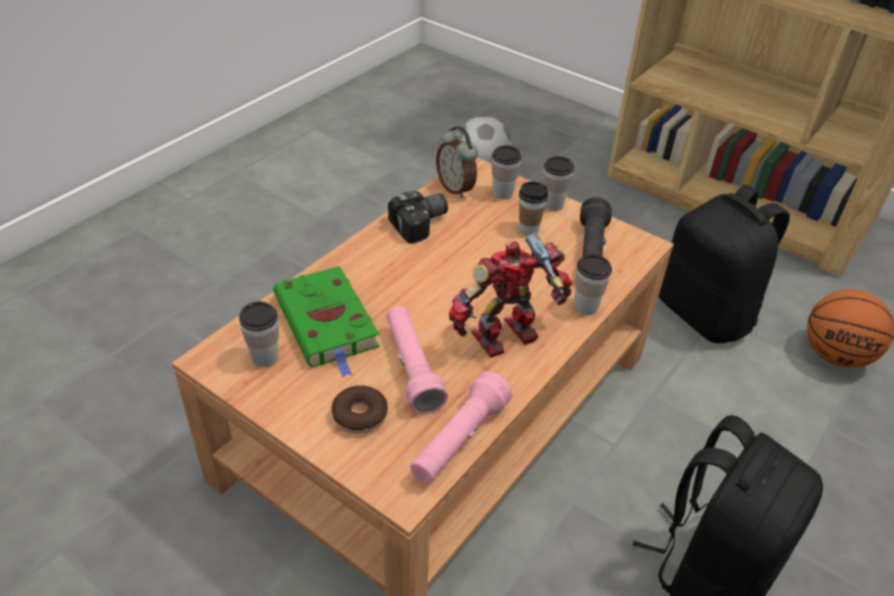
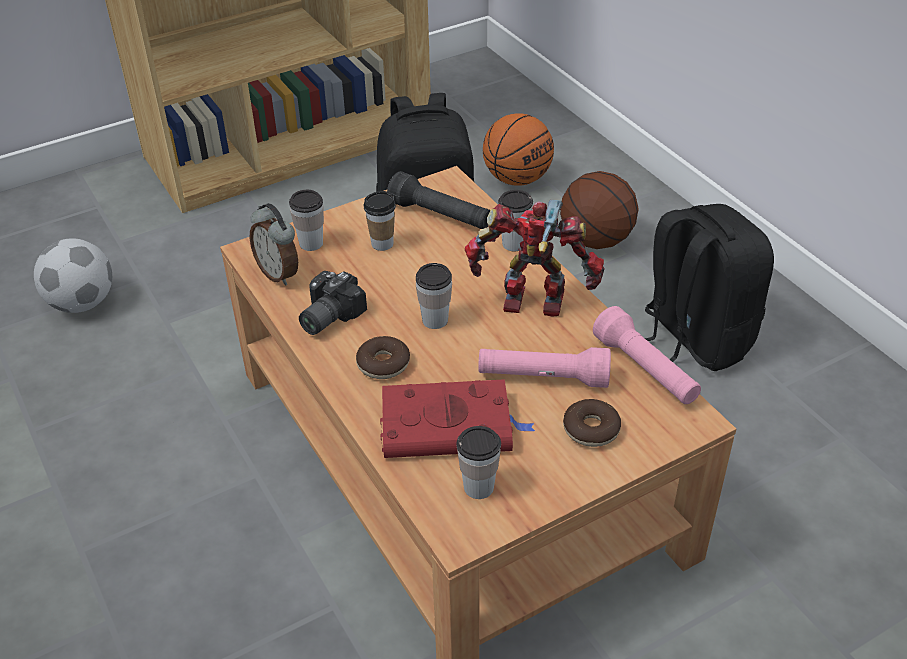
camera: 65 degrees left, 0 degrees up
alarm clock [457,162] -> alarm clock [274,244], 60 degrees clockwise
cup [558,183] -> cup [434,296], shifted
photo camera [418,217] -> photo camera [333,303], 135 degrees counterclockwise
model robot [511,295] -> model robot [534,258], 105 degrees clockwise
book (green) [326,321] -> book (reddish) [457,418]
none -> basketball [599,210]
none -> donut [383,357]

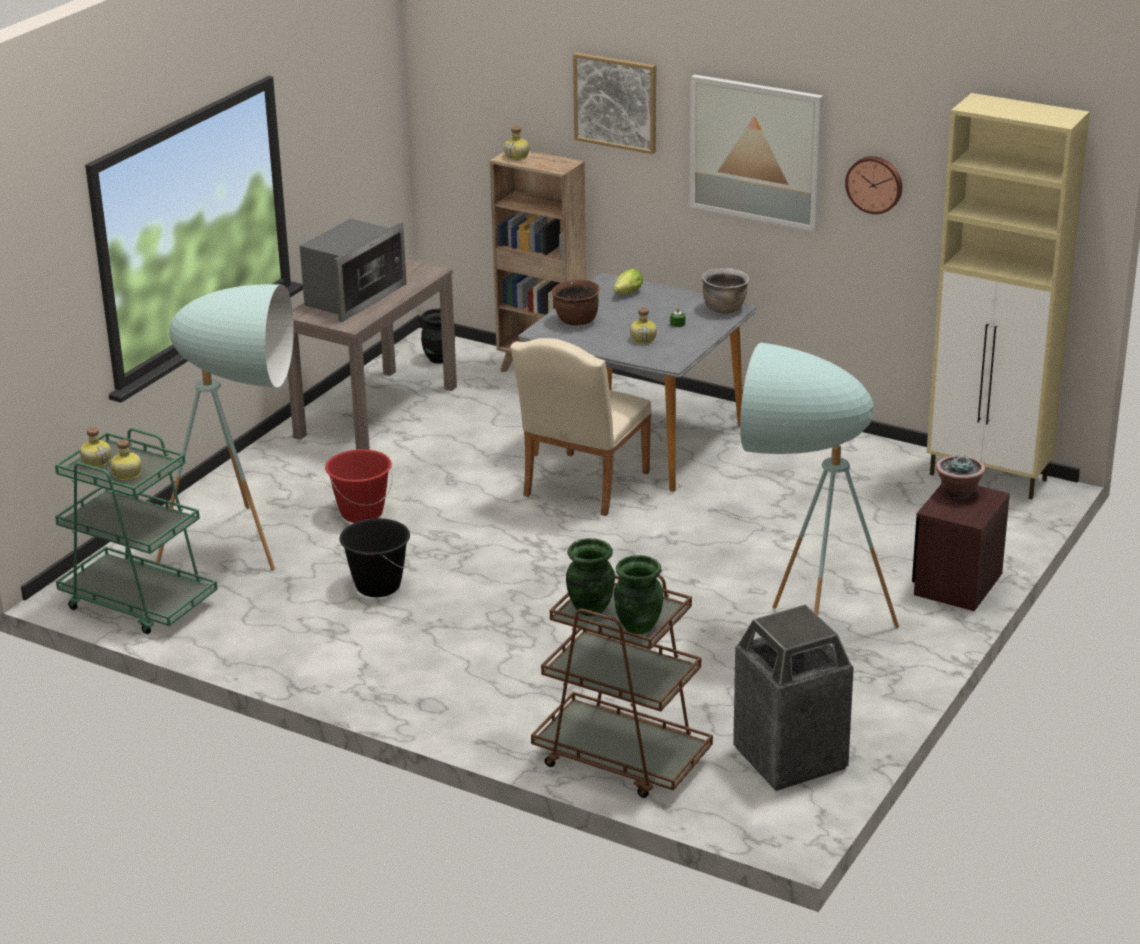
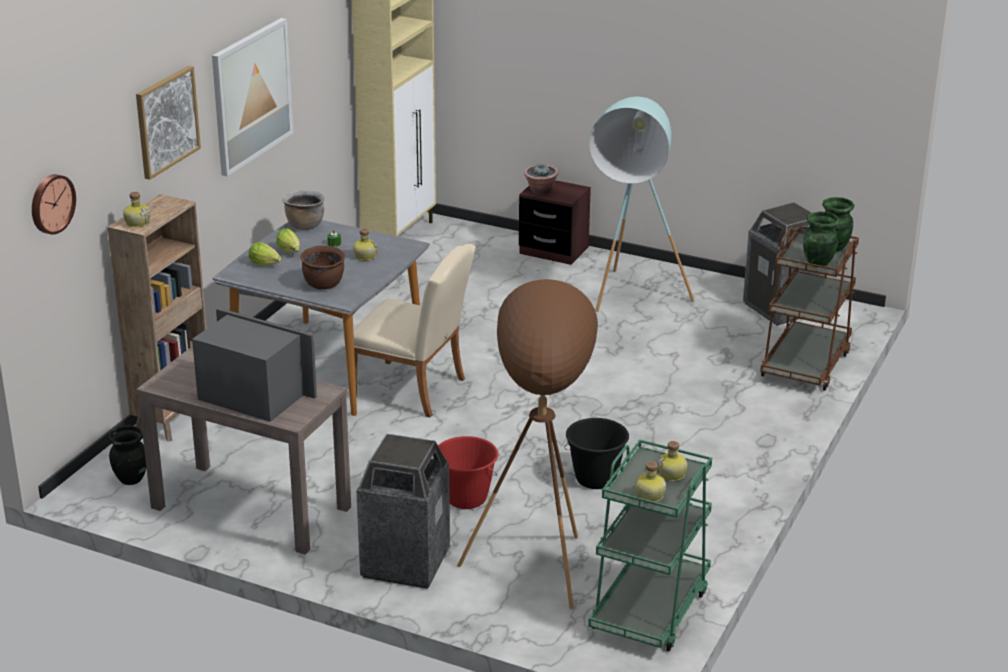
camera: 95 degrees left, 0 degrees up
wall clock [873,185] -> wall clock [54,204], shifted
floor lamp (blue-green) [225,427] -> floor lamp (brown) [527,444]
none -> lettuce [288,240]
none -> trash can [403,511]

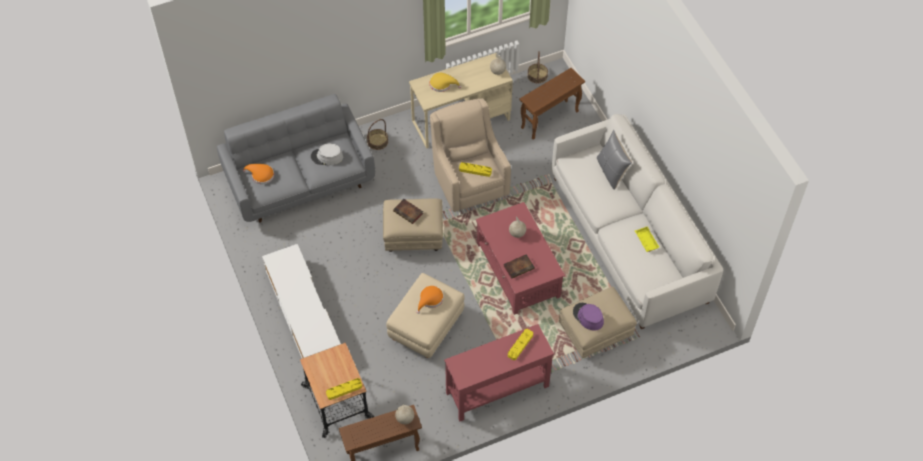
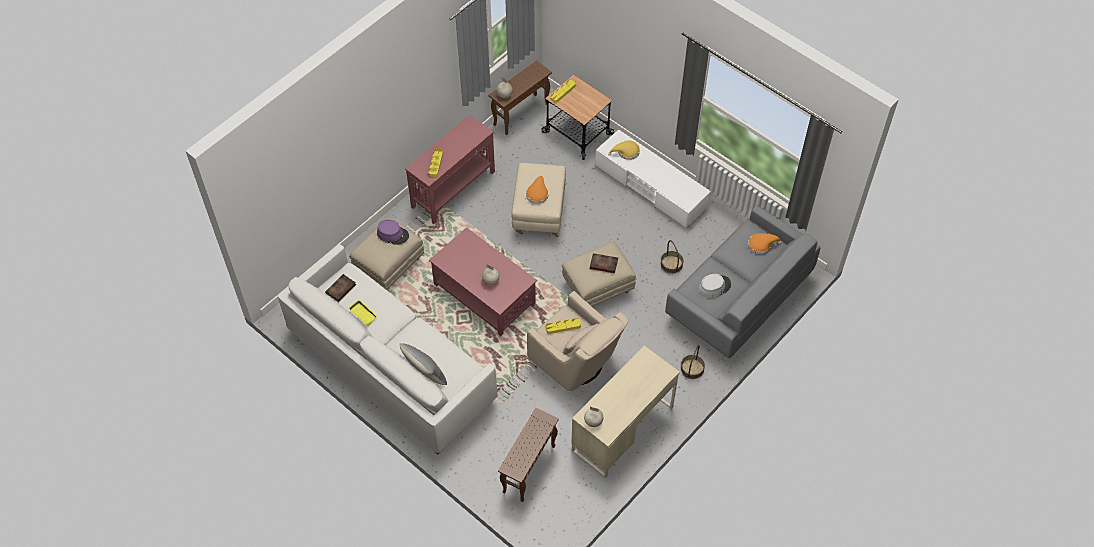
camera: 155 degrees right, 0 degrees up
household basket [537,67] -> household basket [672,257], shifted
clothing hat (yellowish) [445,82] -> clothing hat (yellowish) [624,150], shifted
book [519,267] -> book [340,288], shifted

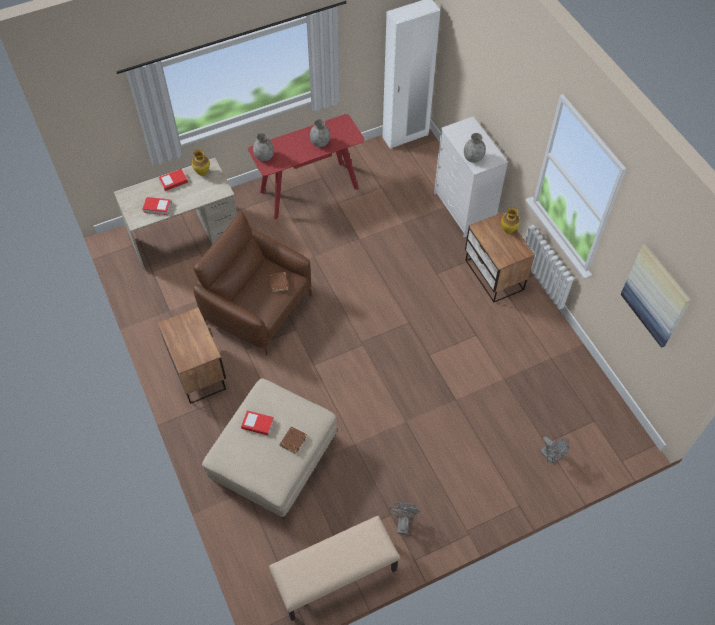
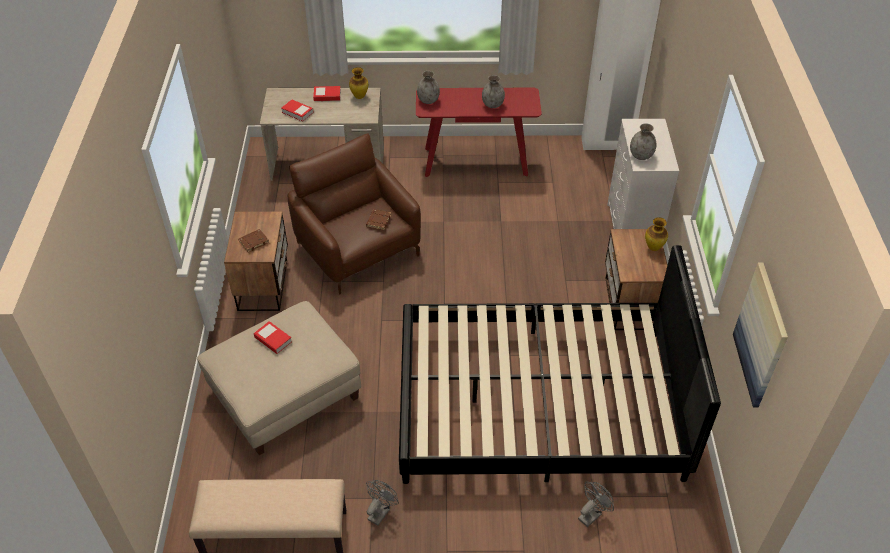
camera: 25 degrees right, 10 degrees down
book (brown) [293,440] -> book (brown) [253,240], shifted
fan (grey) [554,450] -> fan (grey) [596,504], 120 degrees counterclockwise
none -> bedroom bed (black) [560,364]

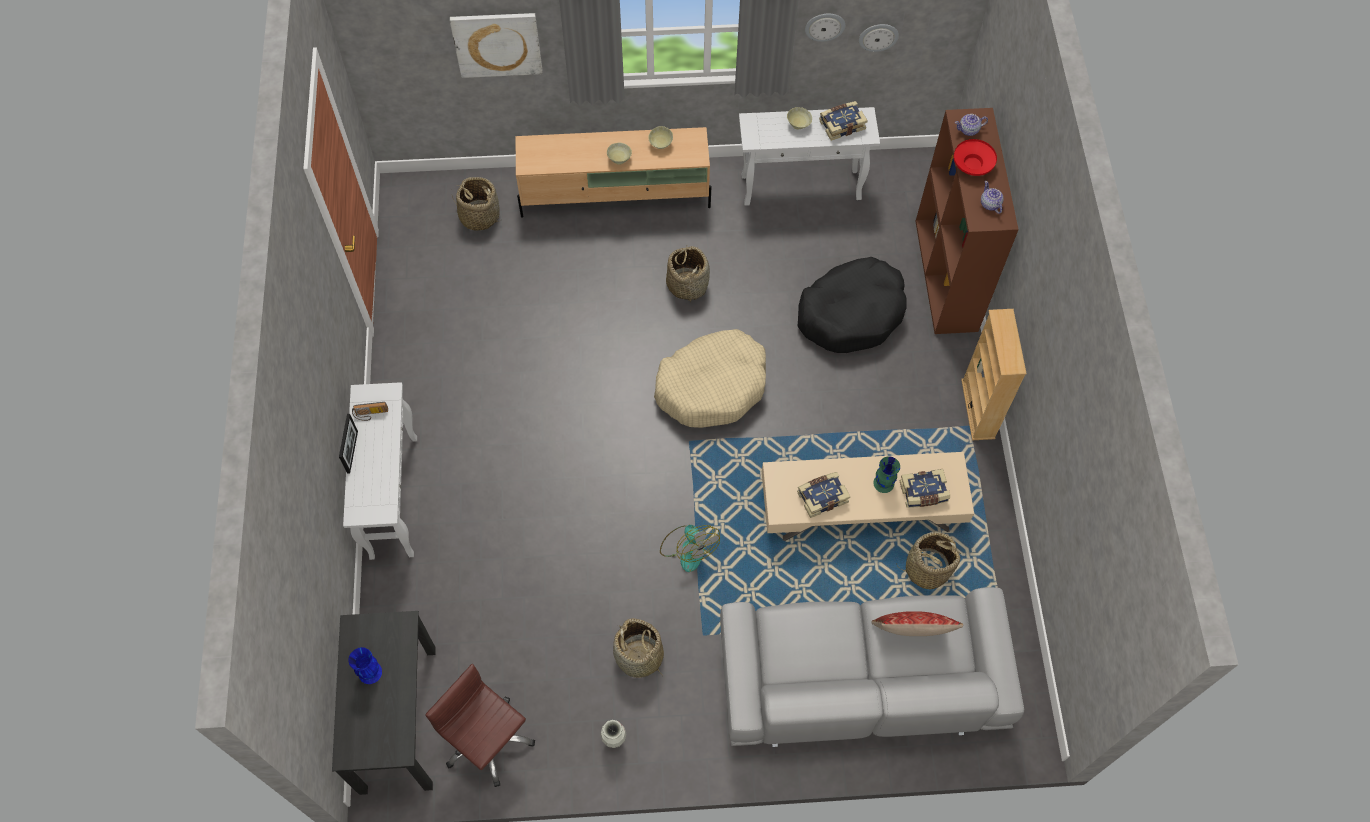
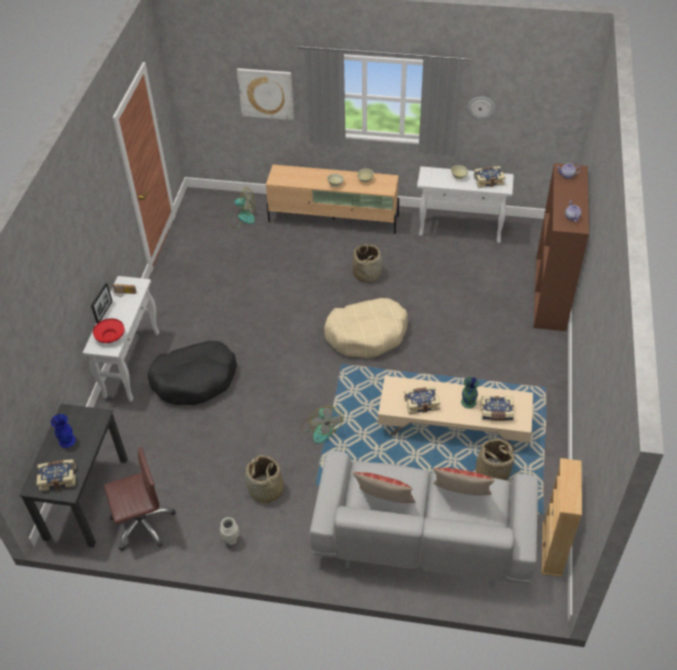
camera: 15 degrees right, 15 degrees down
wall clock [879,38] -> none
deep dish (reddish) [975,157] -> deep dish (reddish) [109,330], shifted
household basket [475,204] -> fan [241,207]
dog bed (black) [852,305] -> dog bed (black) [192,373], shifted
bookcase (beige) [994,374] -> bookcase (beige) [561,517], shifted
desk chair (brown) [480,725] -> desk chair (brown) [140,499], 105 degrees clockwise
none -> book [56,475]
none -> pillow [384,487]

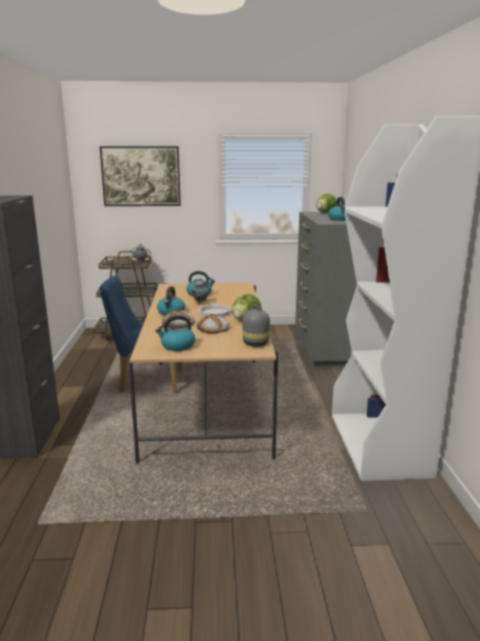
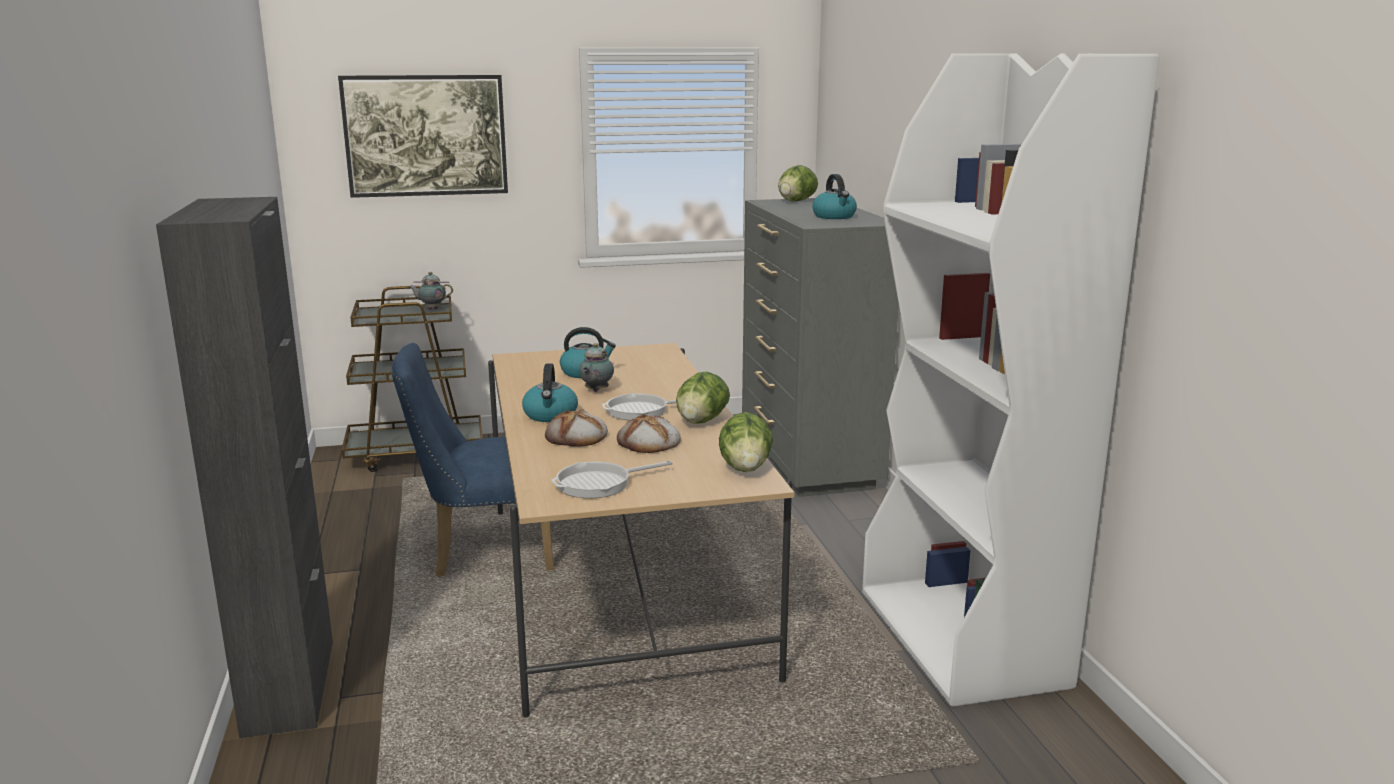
camera: 10 degrees left, 0 degrees up
vase (grey) [256,326] -> lettuce [746,442]
kettle [175,333] -> skillet [612,479]

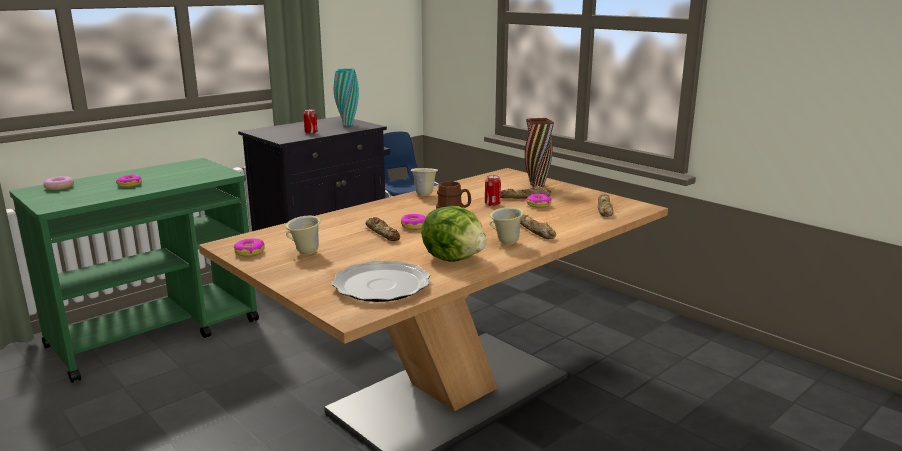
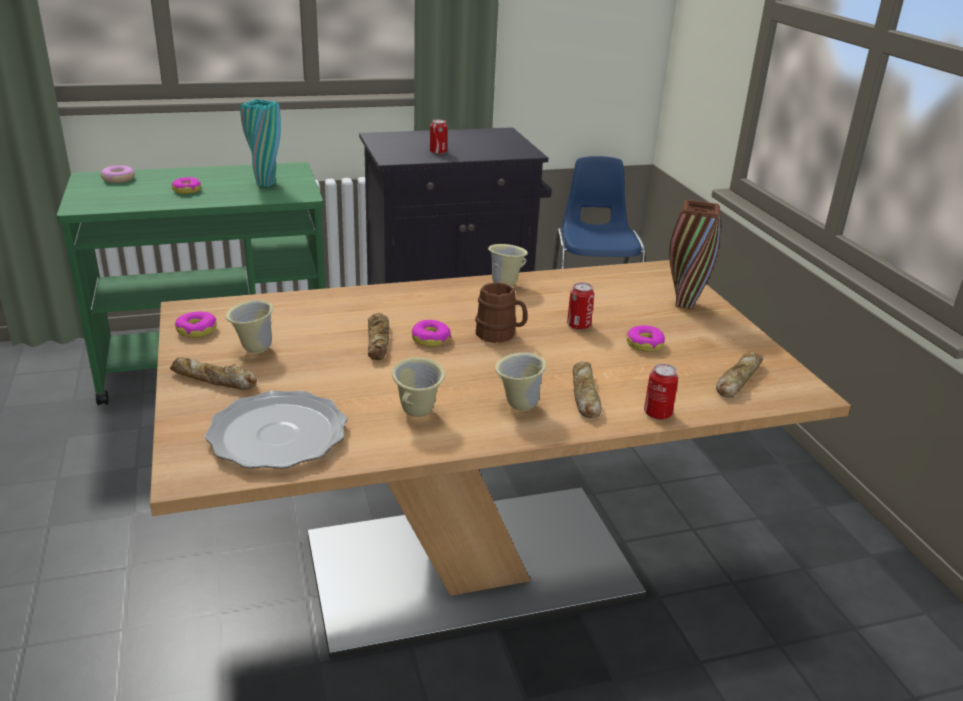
camera: 25 degrees right, 10 degrees up
vase (blue-green) [346,97] -> vase (blue-green) [260,143], shifted
bakery bread [526,192] -> bakery bread [213,373], shifted
lettuce [454,234] -> mug (beige) [418,387]
none -> sealed can [661,392]

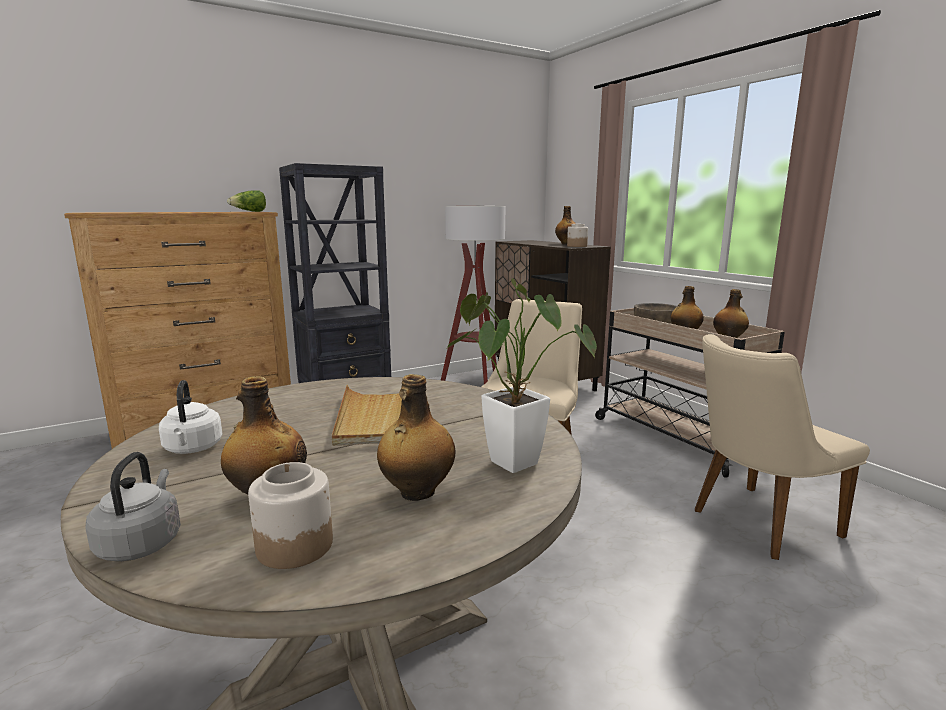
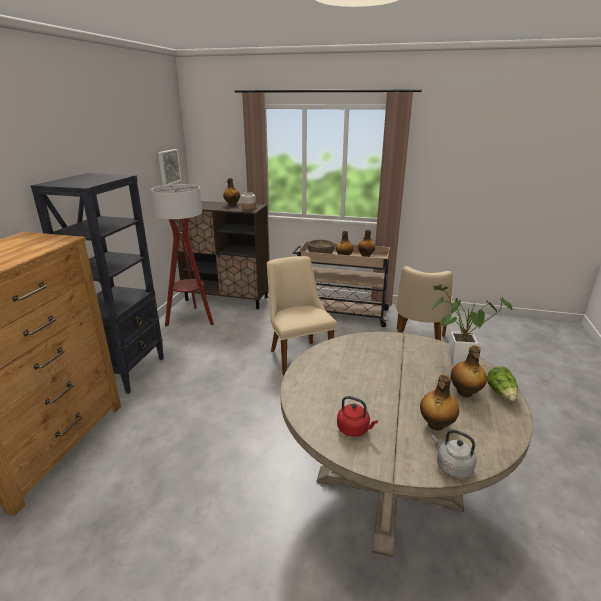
camera: 45 degrees left, 10 degrees up
lettuce [246,201] -> lettuce [502,383], shifted
kettle (white) [190,417] -> kettle (reddish) [357,416]
tray (beige) [367,415] -> none
storage jar [290,515] -> none
none -> picture [170,167]

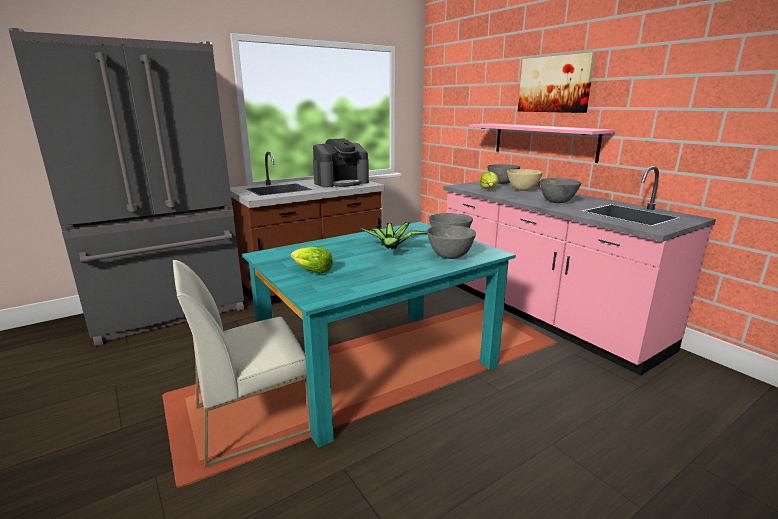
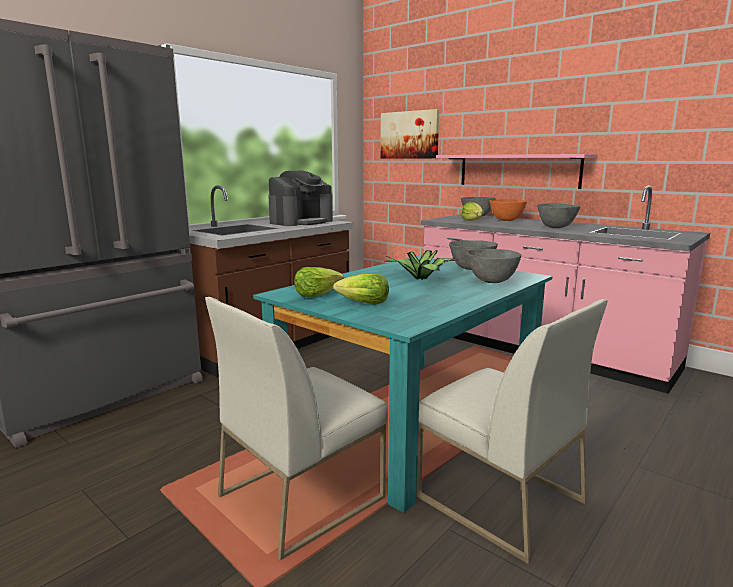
camera: 15 degrees left, 5 degrees down
picture [556,82] -> picture [410,134], shifted
deep dish (beige) [525,180] -> deep dish (orange-coloured) [508,210]
none -> lettuce [319,282]
none -> upright chair (white) [512,431]

